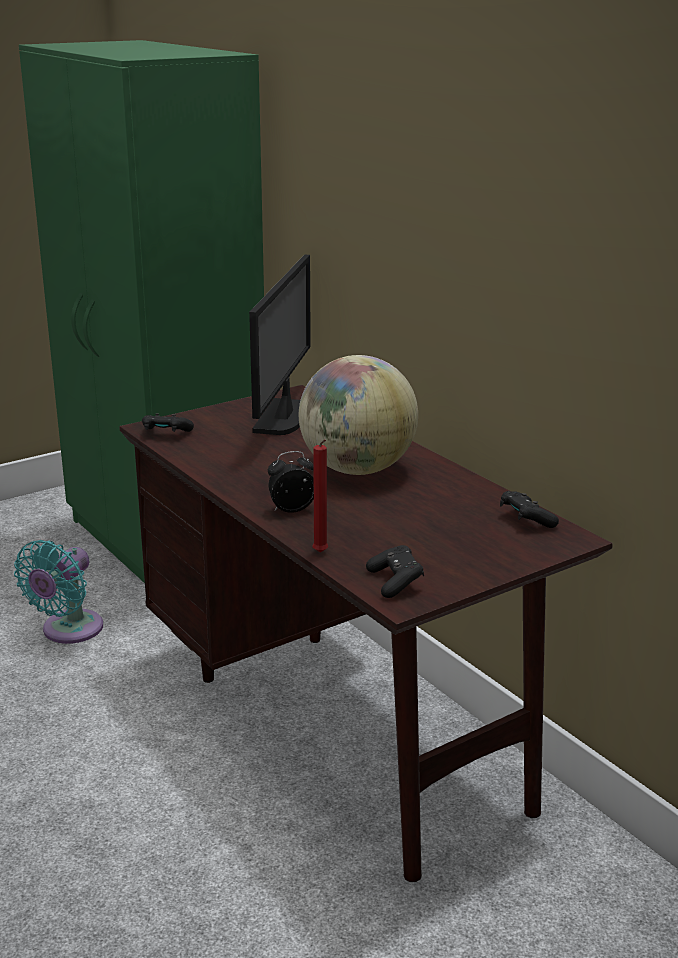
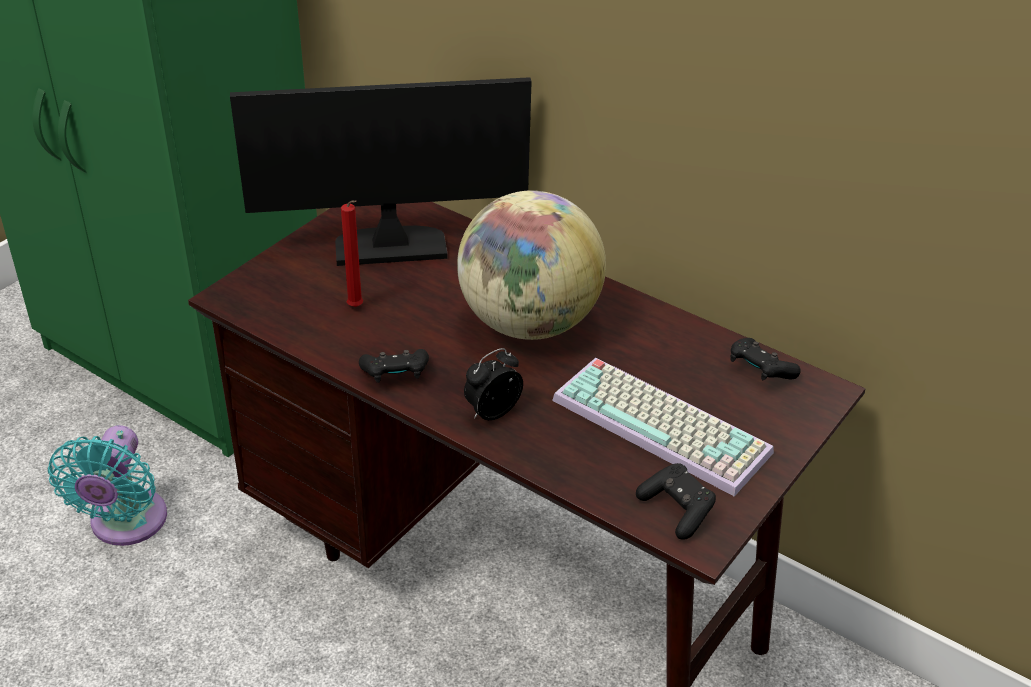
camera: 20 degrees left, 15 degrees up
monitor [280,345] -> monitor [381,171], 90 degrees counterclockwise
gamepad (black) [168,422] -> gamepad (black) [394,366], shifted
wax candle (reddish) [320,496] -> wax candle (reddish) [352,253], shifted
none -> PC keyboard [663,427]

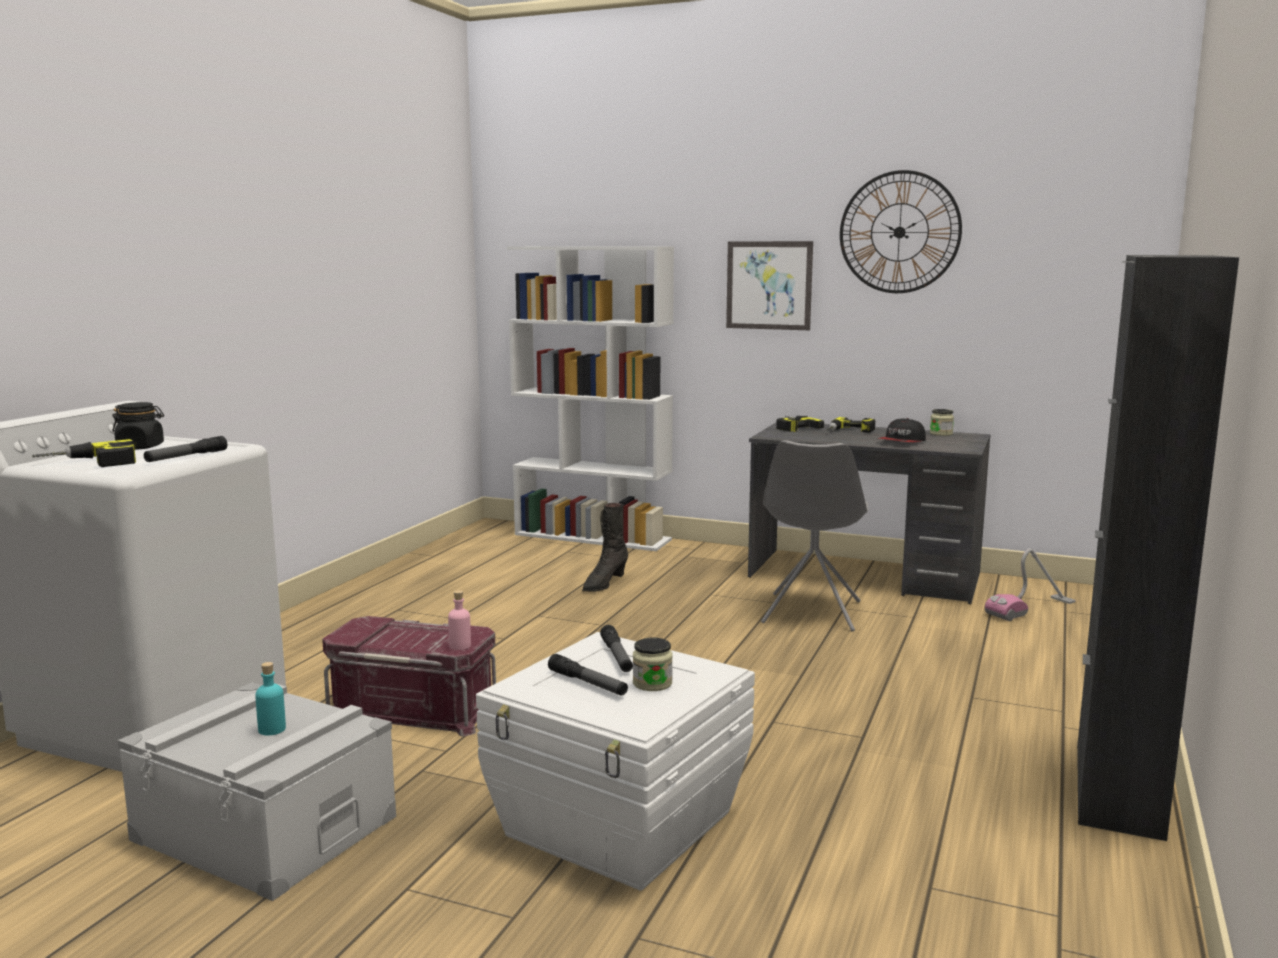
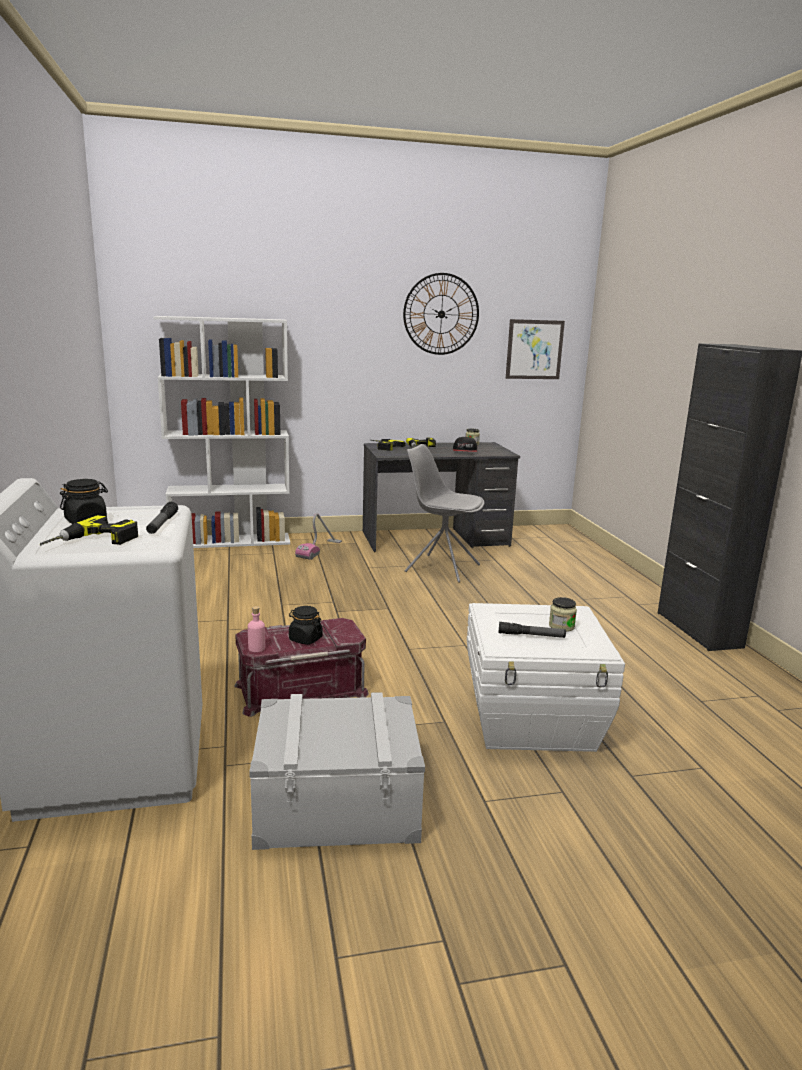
camera: 35 degrees left, 5 degrees up
picture [769,285] -> picture [535,349], shifted
upright chair (grey) [814,536] -> upright chair (grey) [444,513], 135 degrees clockwise
high-top boot (black) [605,547] -> none
vacuum [1030,585] -> vacuum [318,536], shifted
bottle (pink-coloured) [459,620] -> bottle (pink-coloured) [256,629], shifted
hand torch [616,648] -> none
bottle (blue-green) [270,698] -> none
none -> storage jar (black) [306,625]

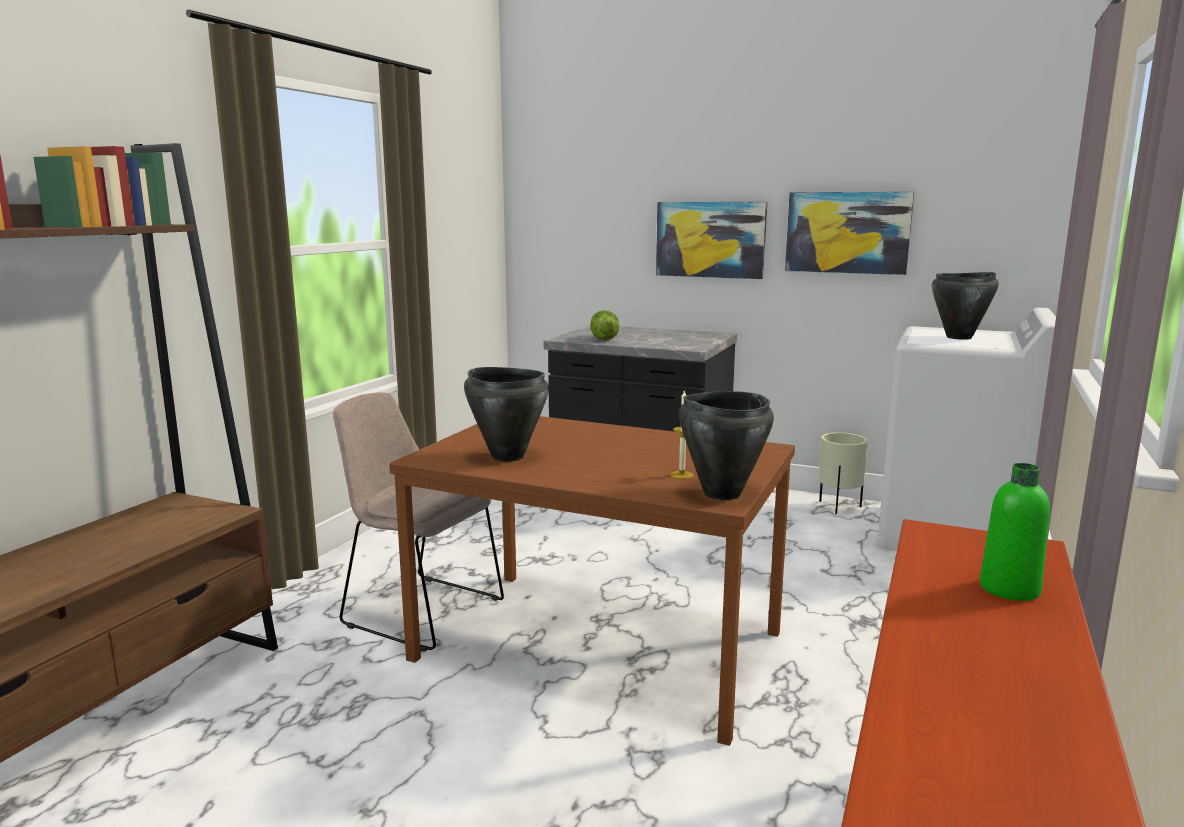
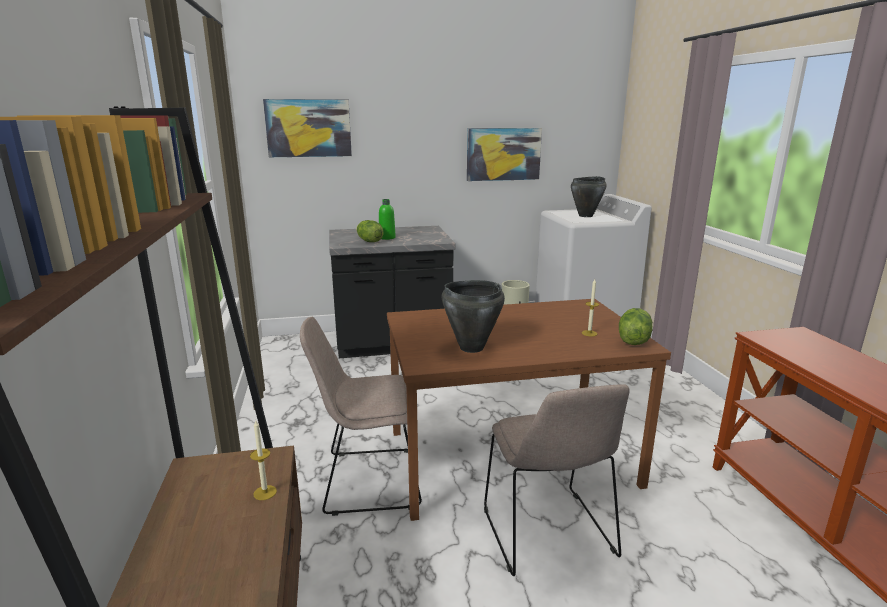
camera: 35 degrees left, 5 degrees up
picture [711,240] -> picture [307,128], shifted
stockpot (black) [726,445] -> lettuce [635,326]
bottle (green) [1015,532] -> bottle (green) [387,219], shifted
none -> upright chair (beige) [556,480]
none -> wax candle [263,460]

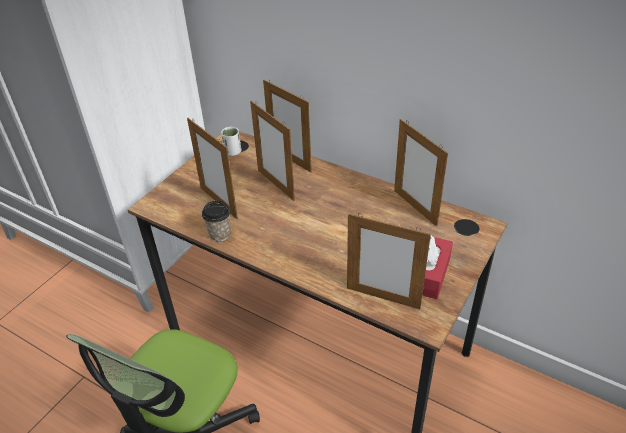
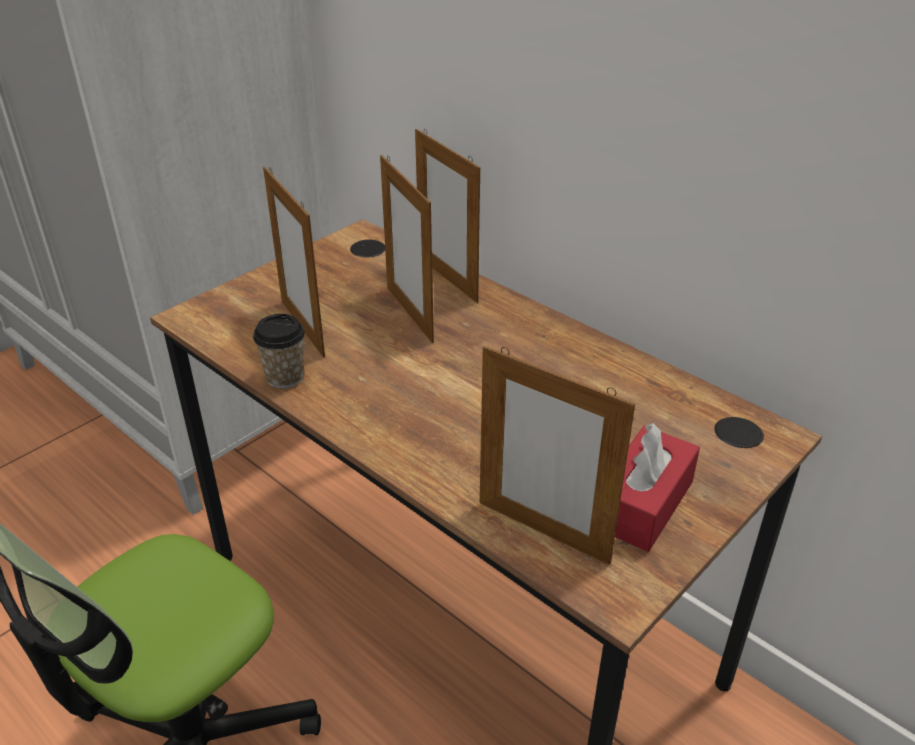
camera: 10 degrees right, 5 degrees down
picture frame [421,173] -> none
cup (white) [231,141] -> none

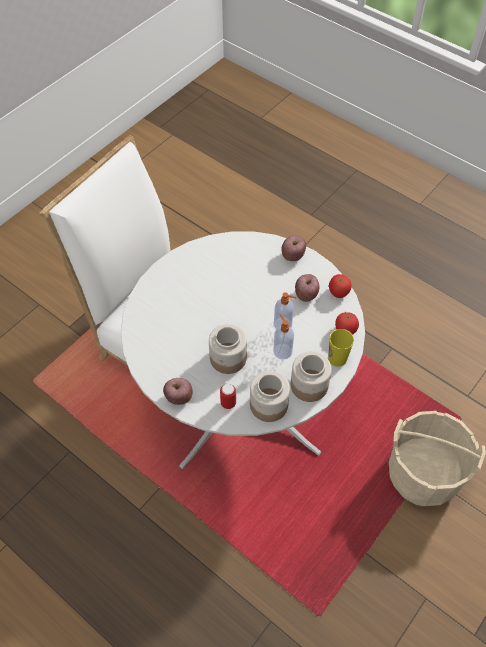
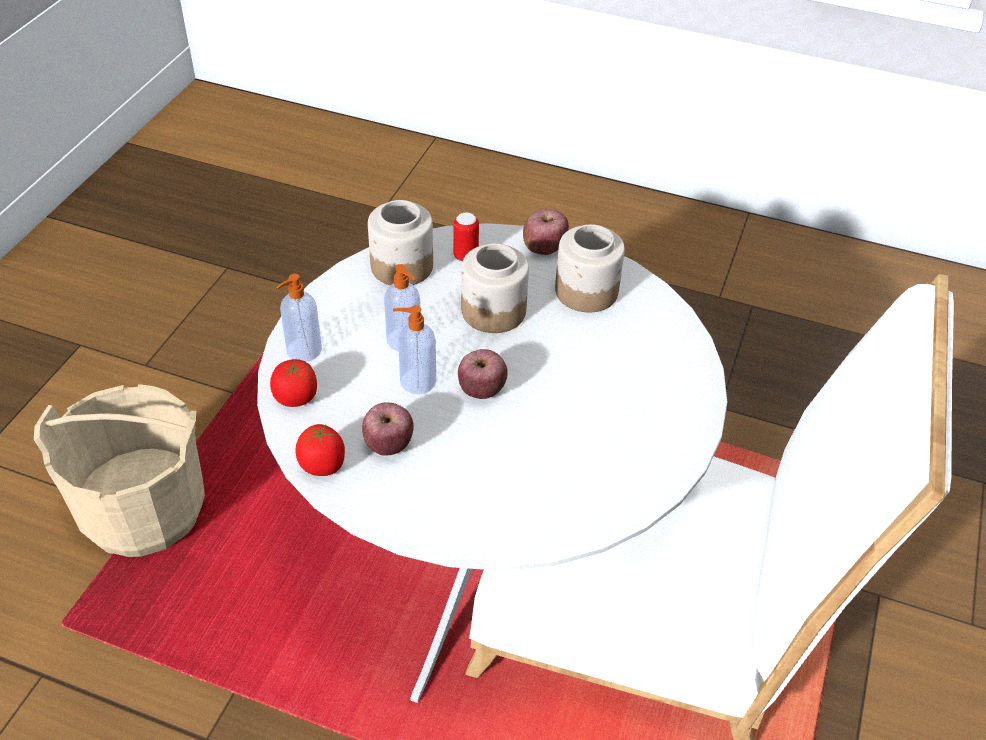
camera: 160 degrees right, 10 degrees down
apple [293,248] -> apple [483,374], shifted
cup [341,348] -> soap dispenser [299,318]
storage jar [311,376] -> storage jar [590,268], shifted

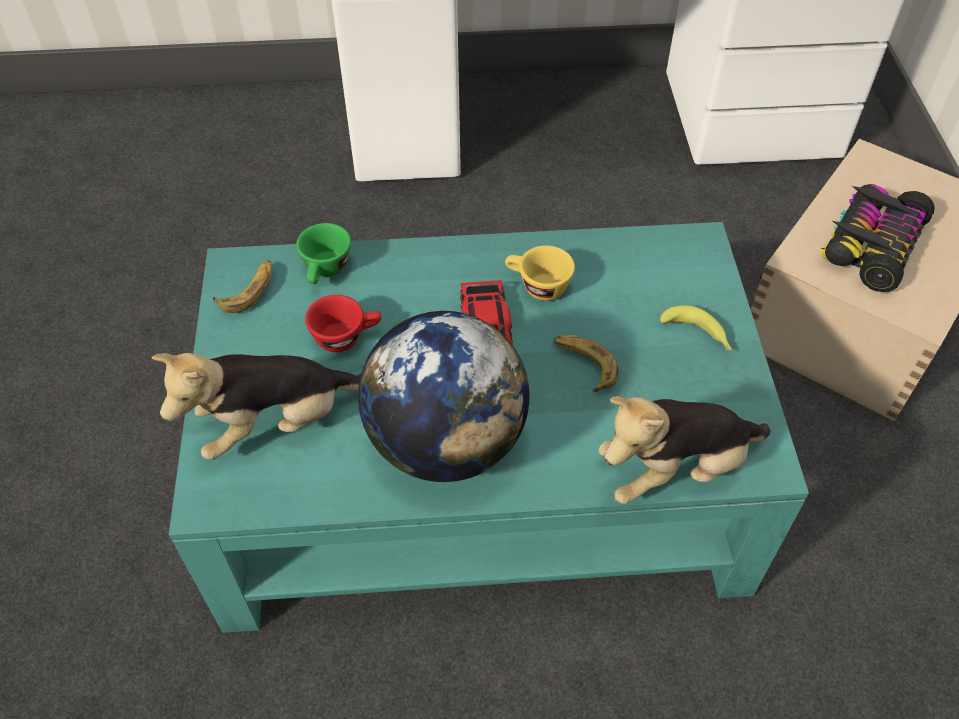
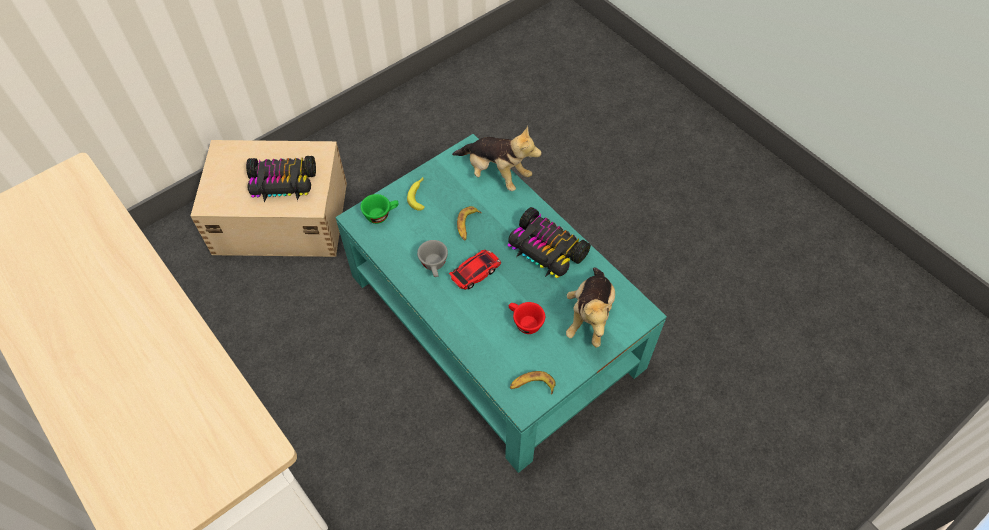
camera: 125 degrees left, 5 degrees up
cup (green) [323,253] -> cup (green) [380,209], shifted
cup (yellowish) [540,273] -> cup (grey) [432,258]
desk globe [443,396] -> miniature car [549,242]
soft toy [256,406] -> soft toy [590,307], 75 degrees clockwise

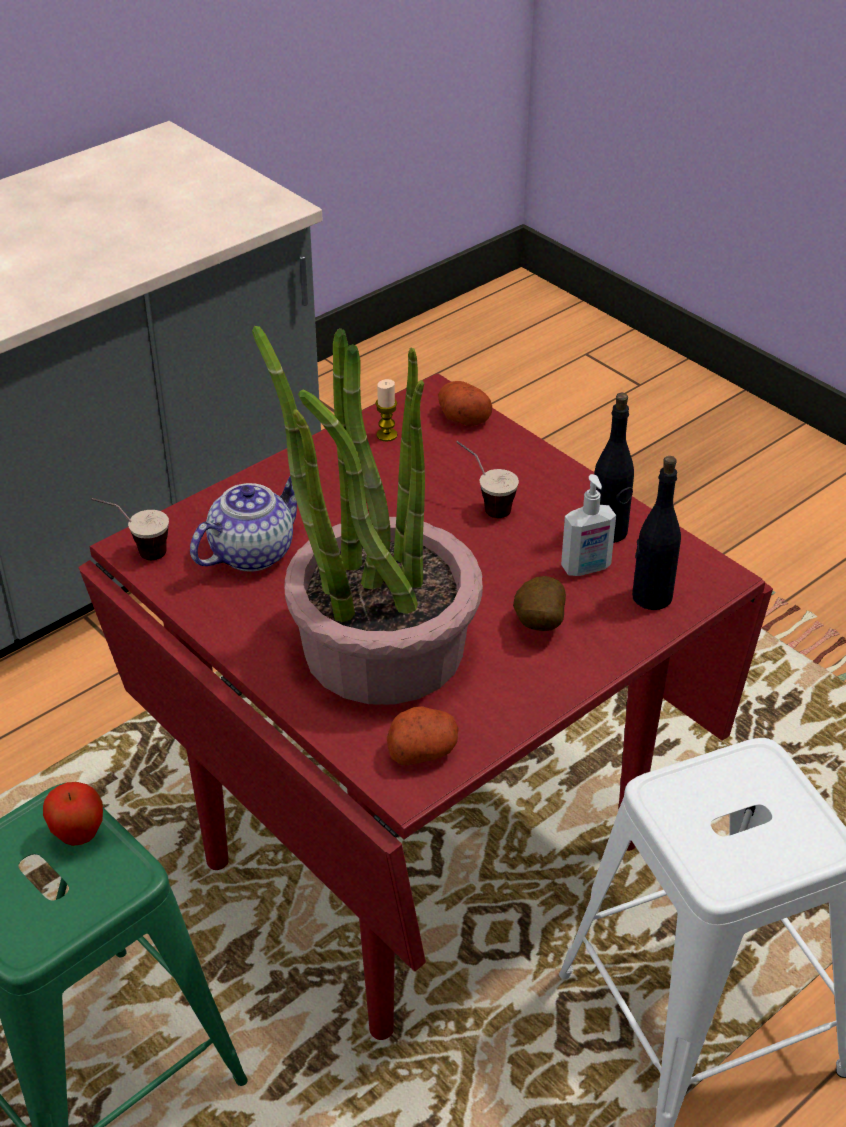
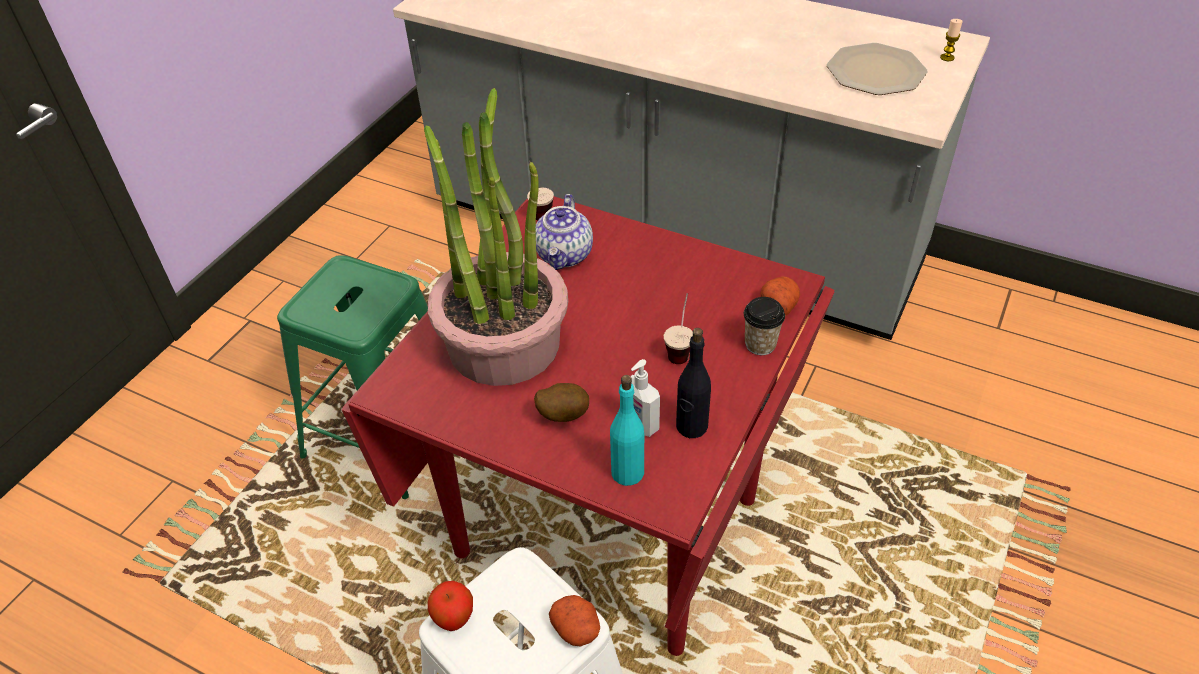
camera: 70 degrees right, 5 degrees up
wax candle [386,410] -> wax candle [951,40], shifted
bottle (black) [656,533] -> bottle (blue-green) [627,430]
pot for tea [243,524] -> pot for tea [564,232], 75 degrees clockwise
potato [423,735] -> potato [574,621], shifted
apple [73,814] -> apple [450,606], shifted
none -> dinner plate [877,69]
none -> cup [764,326]

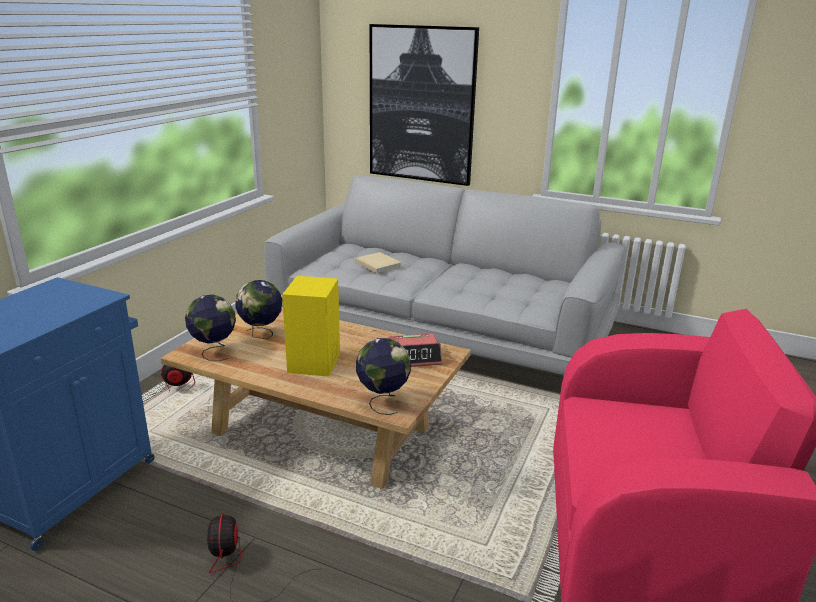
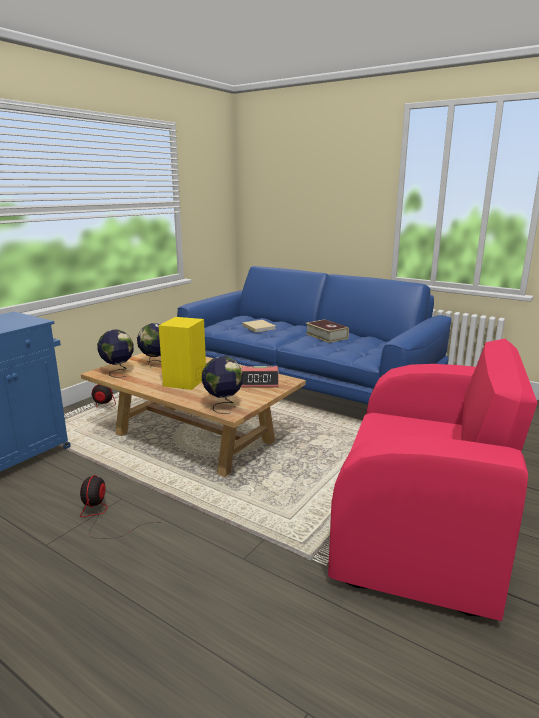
camera: 10 degrees right, 5 degrees down
picture [424,105] -> none
sofa (grey) [444,276] -> sofa (bluish) [314,335]
none -> book [327,331]

